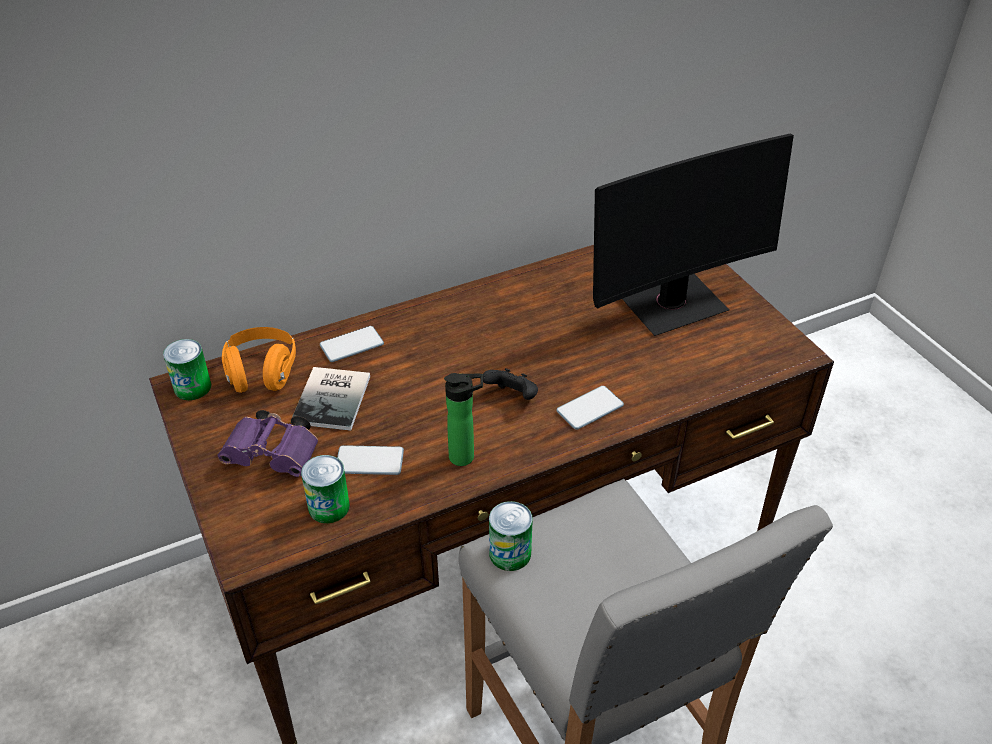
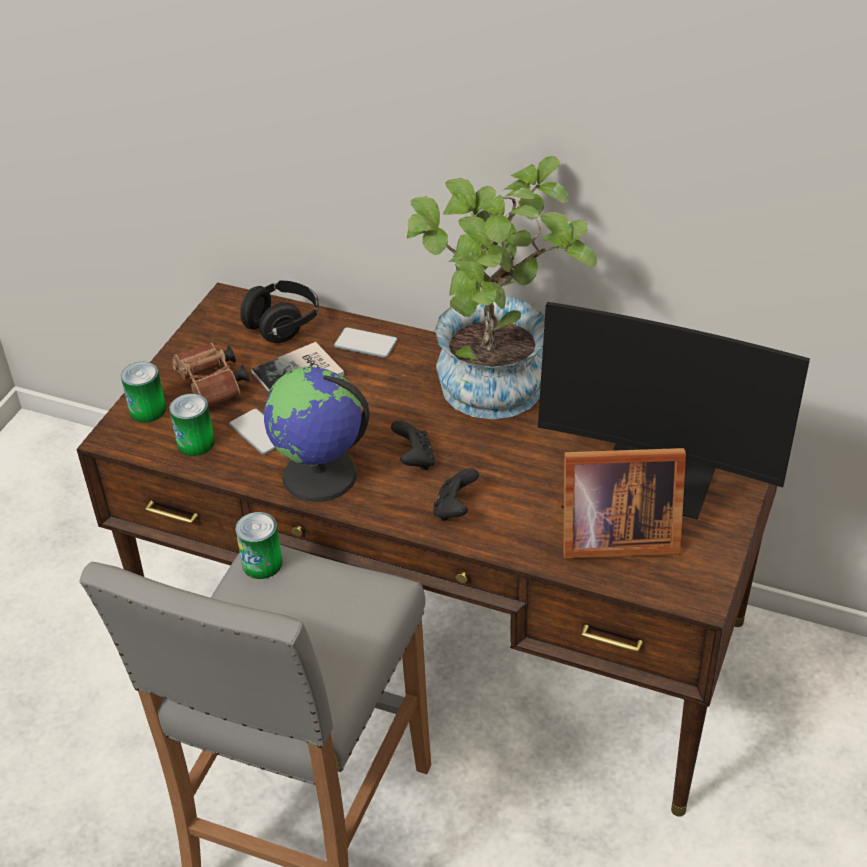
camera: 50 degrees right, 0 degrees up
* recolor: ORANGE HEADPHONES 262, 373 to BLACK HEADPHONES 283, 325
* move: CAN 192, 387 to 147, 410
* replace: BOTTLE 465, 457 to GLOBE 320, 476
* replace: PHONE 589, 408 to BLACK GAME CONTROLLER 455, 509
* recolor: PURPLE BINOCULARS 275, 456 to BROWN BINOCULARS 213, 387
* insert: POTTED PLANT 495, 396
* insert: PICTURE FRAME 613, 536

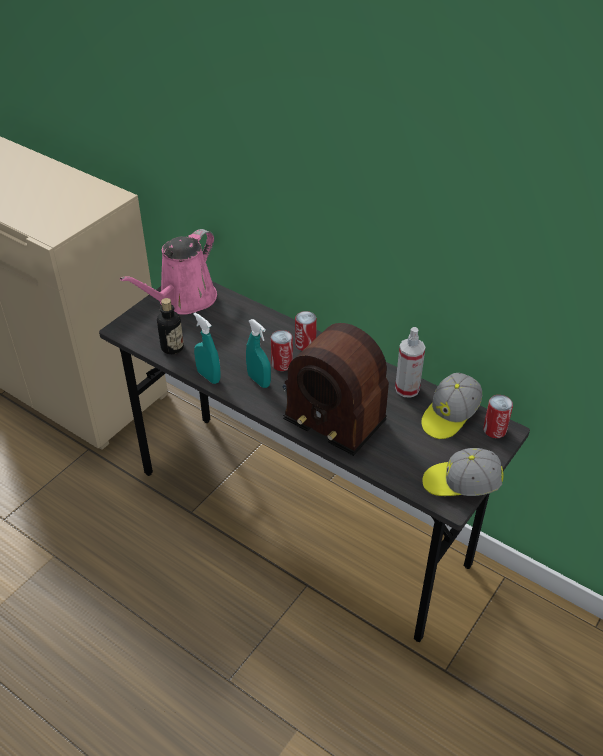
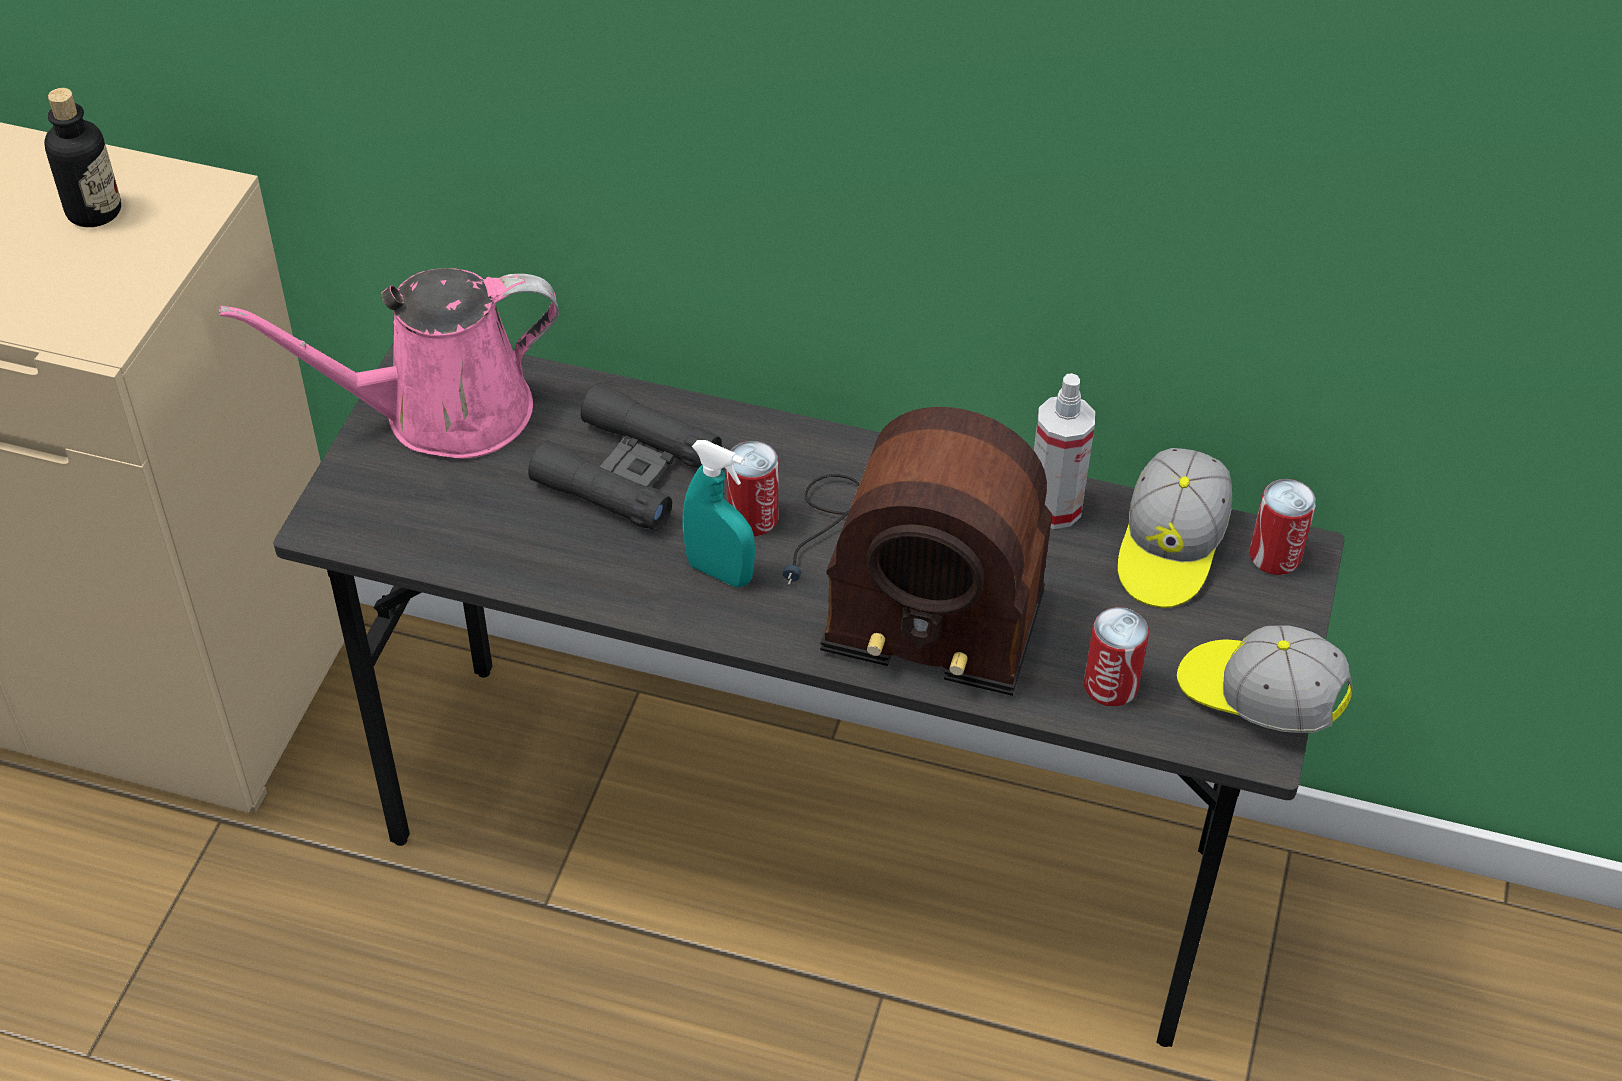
camera: 20 degrees left, 5 degrees up
* rotate: PINK WATERING CAN 183, 300 = 442, 413 60 degrees clockwise
* move: BOTTLE 172, 347 to 94, 211
* move: CAN 305, 345 to 1110, 686
* delete: TURQUOISE SPRAY BOTTLE 208, 376
* rotate: CAP 461, 484 = 1258, 698 45 degrees clockwise
* insert: BLACK BINOCULARS 627, 471

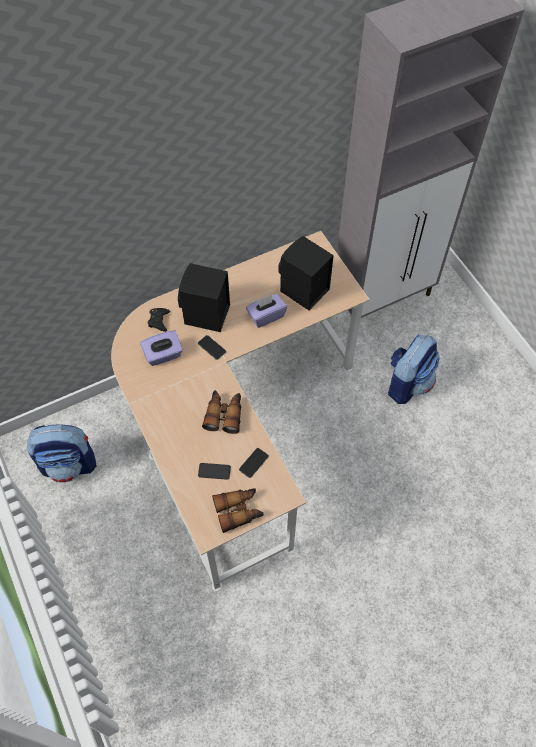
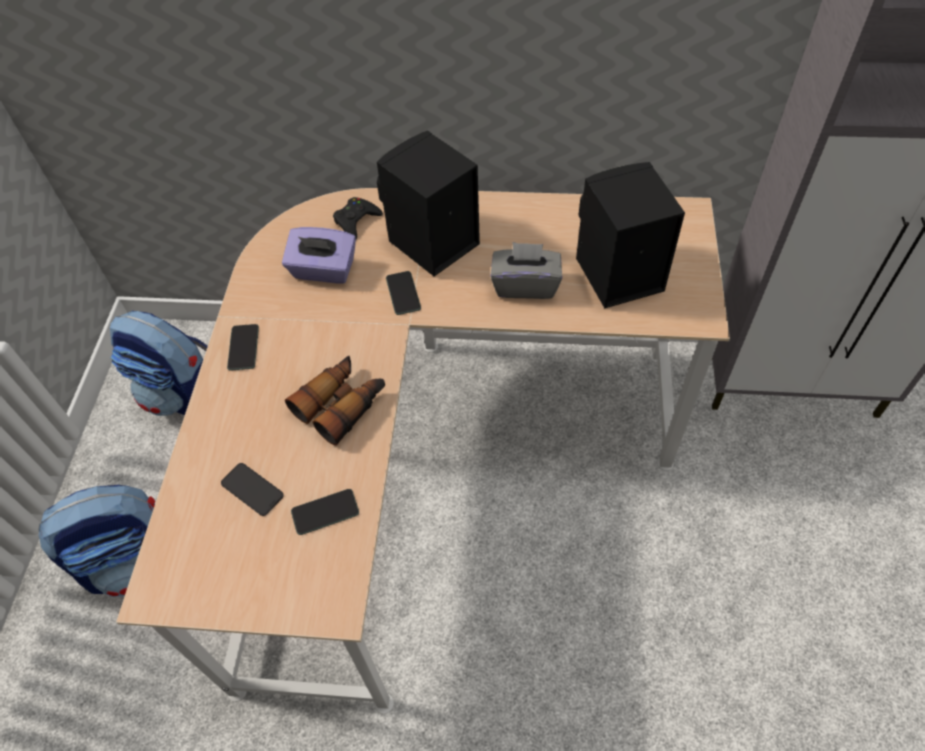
camera: 35 degrees right, 5 degrees down
* recolor: PURPLE TISSUE BOX 266, 316 to GREY TISSUE BOX 525, 285
* move: BACKPACK 407, 383 to 137, 562
* delete: BINOCULARS 238, 511
* insert: PHONE 243, 347

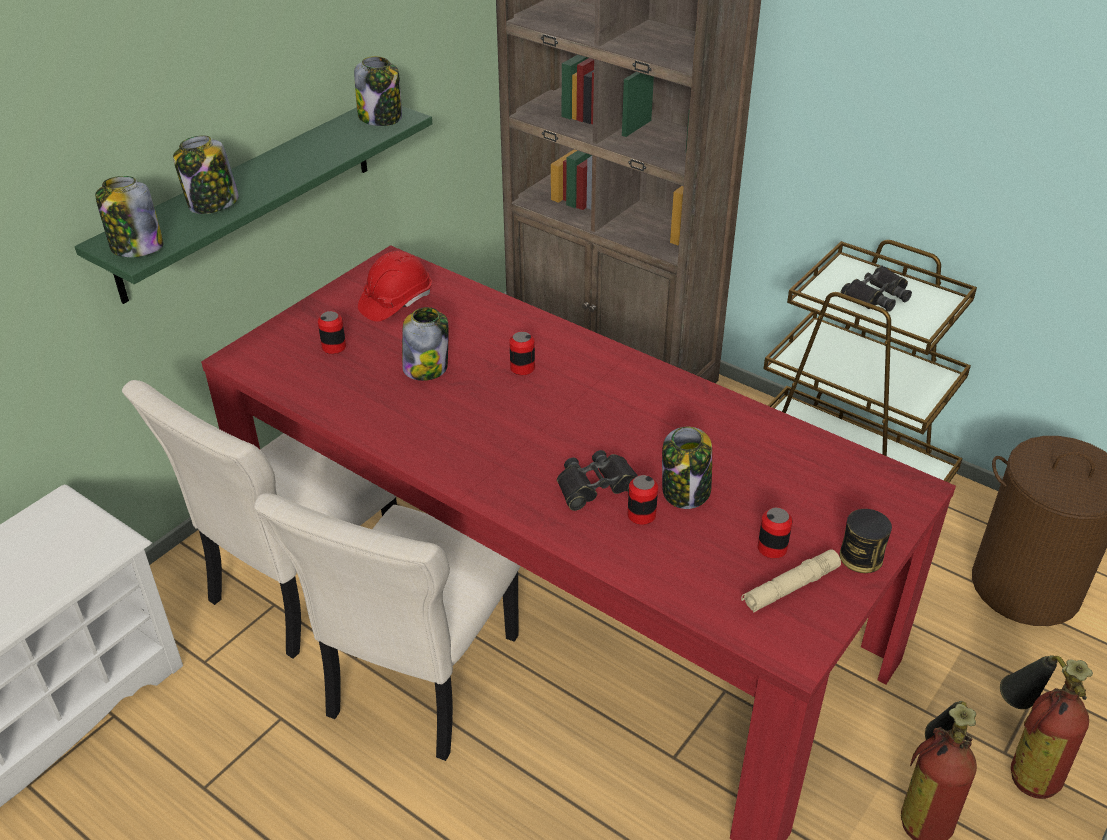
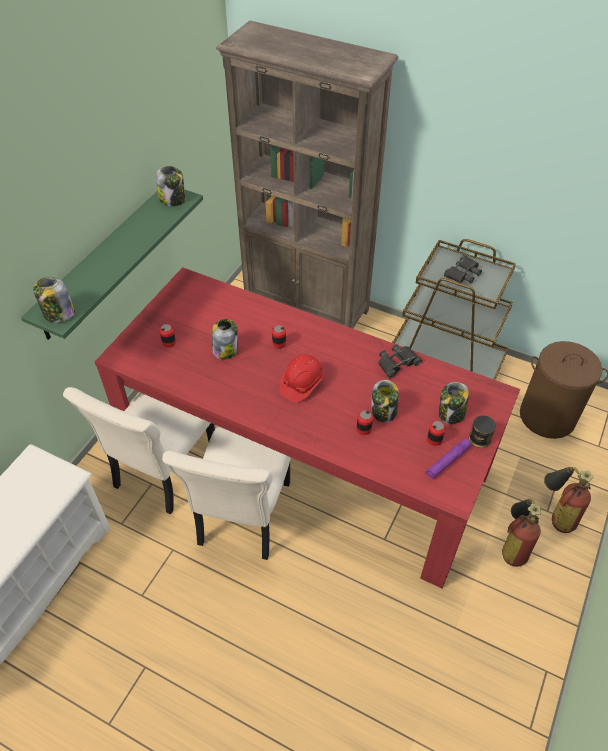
camera: 10 degrees left, 10 degrees up
* move: JAR 212, 204 to 451, 414
* move: RED HARD HAT 396, 302 to 301, 384
* move: BLACK BINOCULARS 597, 486 to 397, 363
* recolor: BEIGE FLASHLIGHT 790, 587 to PURPLE FLASHLIGHT 447, 461

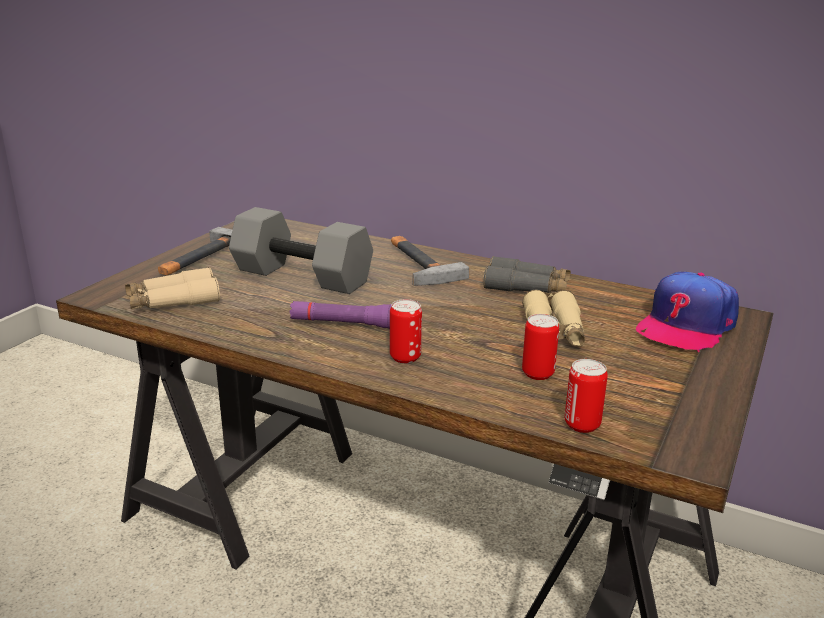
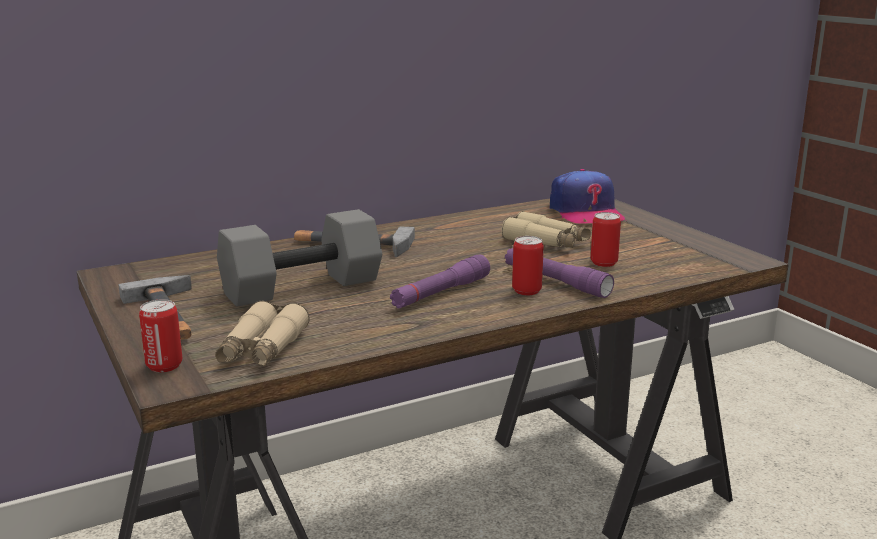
camera: 55 degrees left, 5 degrees down
* delete: GREY BINOCULARS 526, 287
* move: CAN 582, 424 to 164, 366
* insert: PURPLE FLASHLIGHT 555, 281

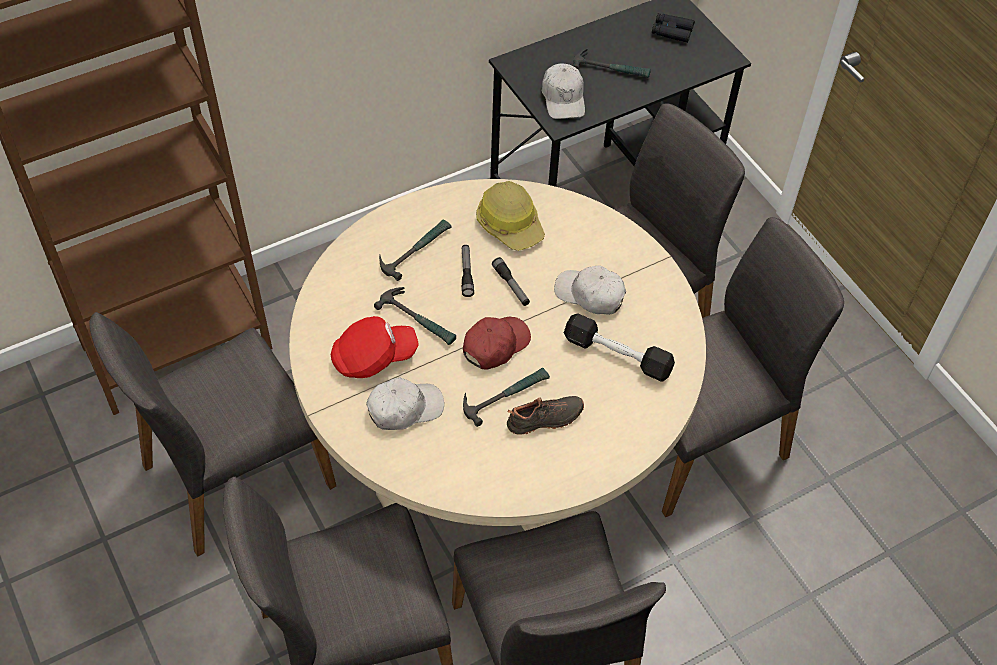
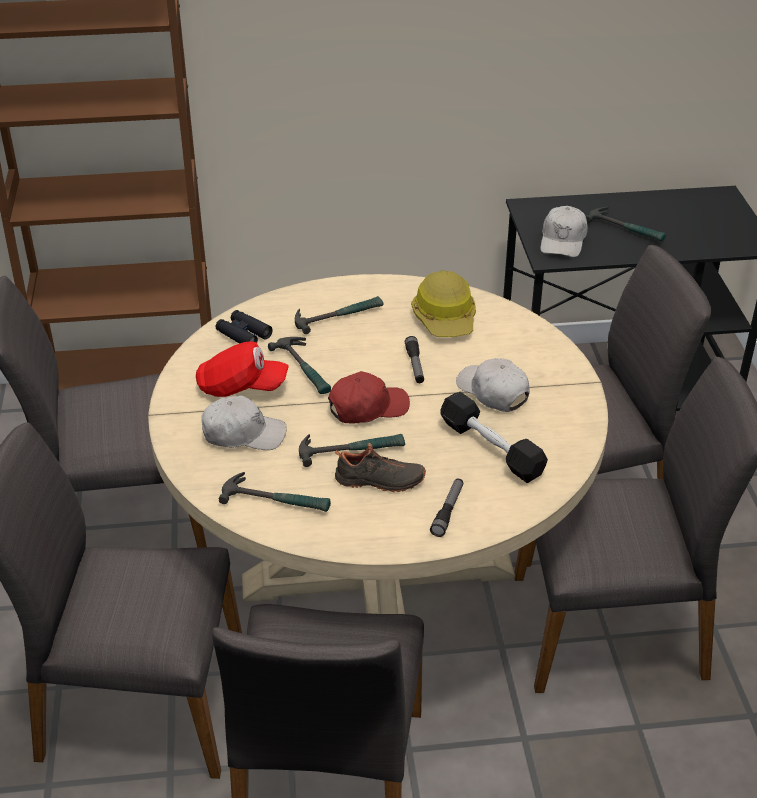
camera: 25 degrees right, 15 degrees down
* move: BLACK BINOCULARS 672, 31 to 243, 334
* move: FLASHLIGHT 466, 273 to 448, 511
* insert: HAMMER 277, 500

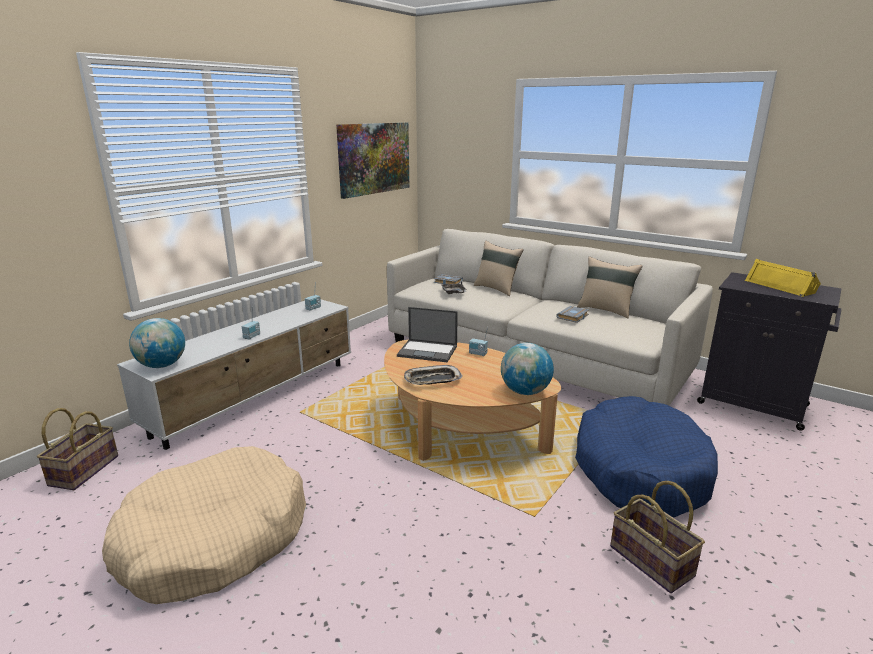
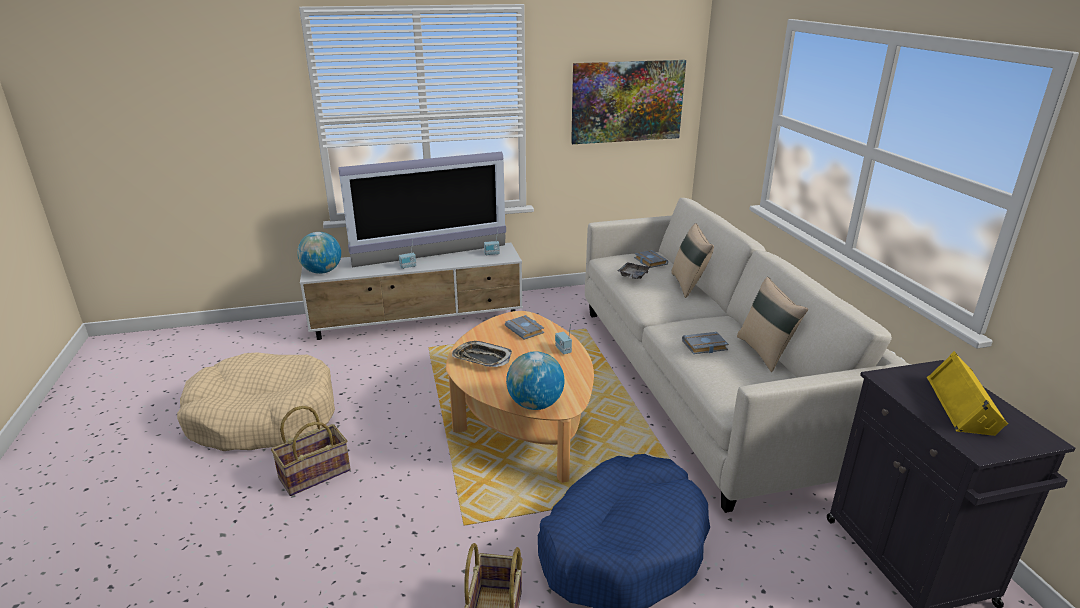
camera: 40 degrees right, 5 degrees up
* replace: LAPTOP 428, 351 to GREY BOOK 526, 330
* move: BASKET 83, 470 to 314, 473
* insert: TELEVISION 431, 256

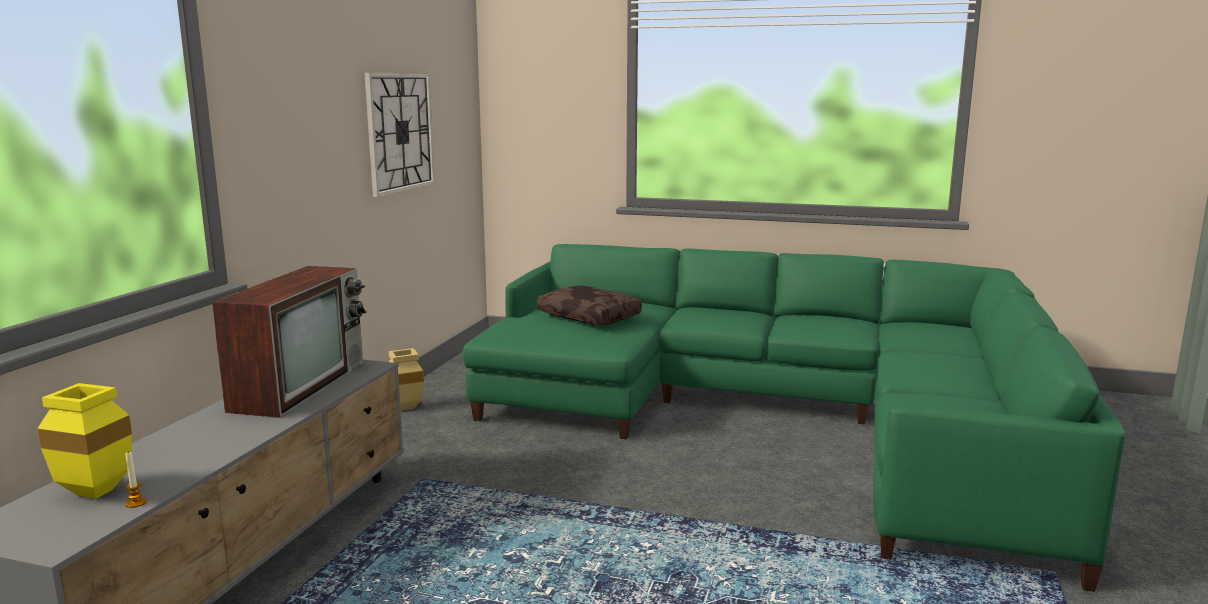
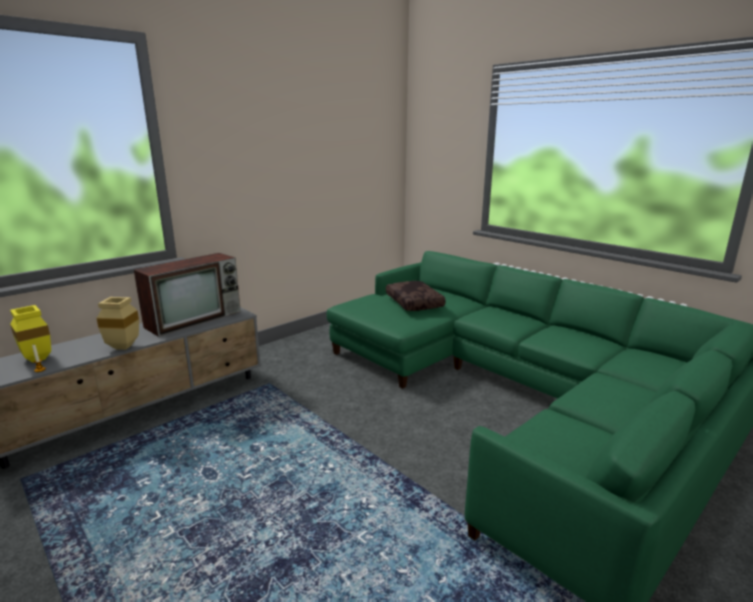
camera: 30 degrees right, 5 degrees up
* delete: WALL CLOCK 400, 132
* move: BEIGE VASE 405, 408 to 121, 347

